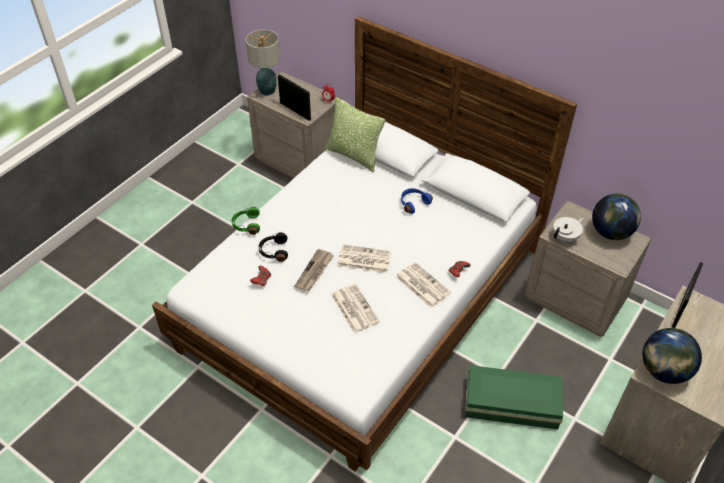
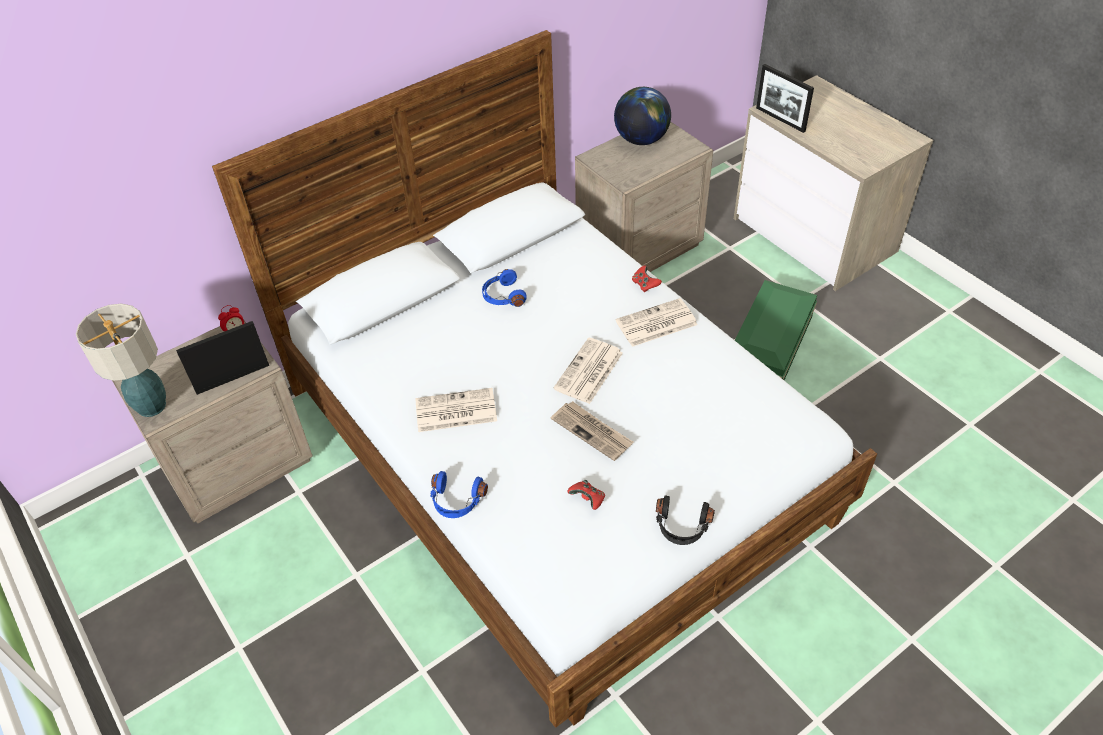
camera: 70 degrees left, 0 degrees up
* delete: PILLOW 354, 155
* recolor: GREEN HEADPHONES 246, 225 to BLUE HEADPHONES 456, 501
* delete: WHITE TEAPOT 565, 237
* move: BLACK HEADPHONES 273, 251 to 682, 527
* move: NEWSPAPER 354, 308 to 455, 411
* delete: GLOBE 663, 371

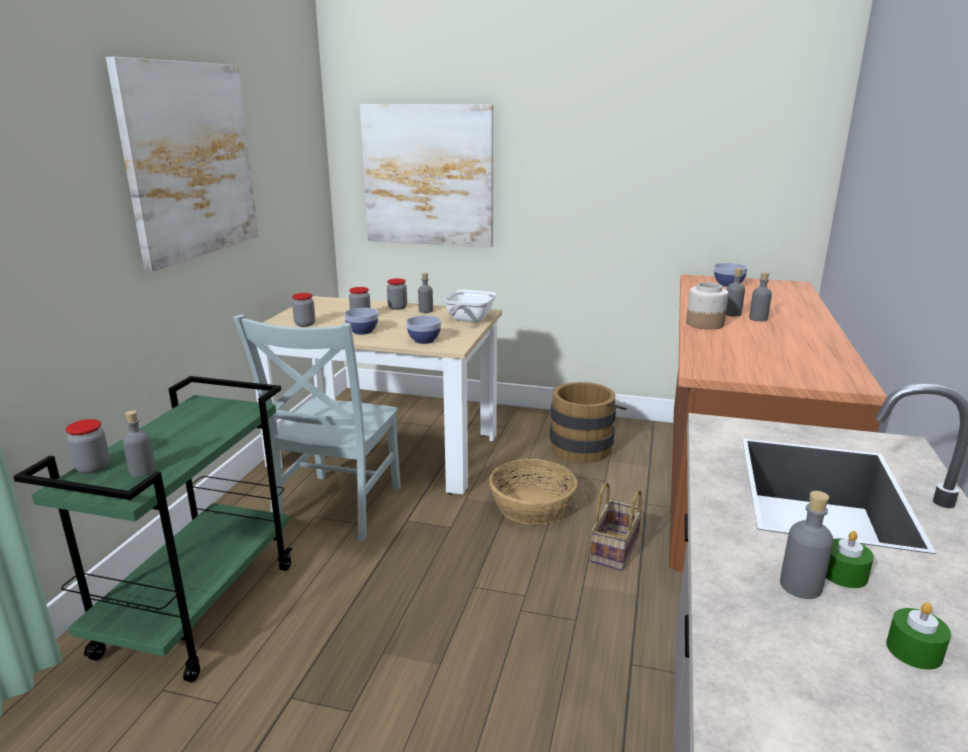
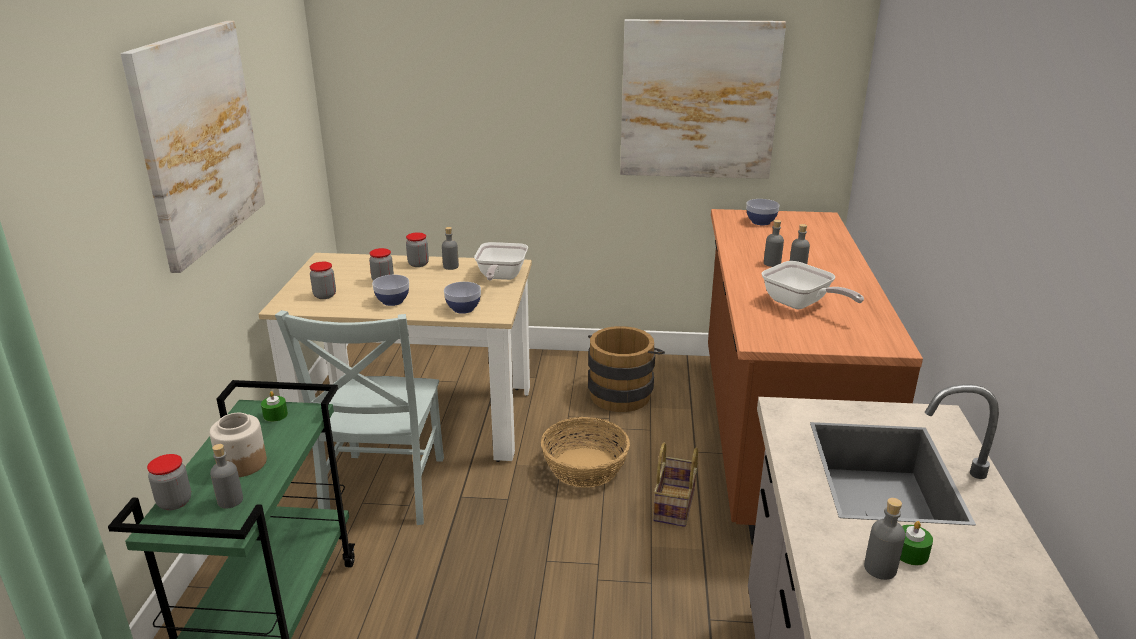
camera: 10 degrees left, 5 degrees up
* move: PICTURE 428, 176 to 698, 100
* move: JAR 704, 324 to 241, 464
* move: GREEN CANDLE 914, 651 to 275, 415
* insert: FRYING PAN 801, 304

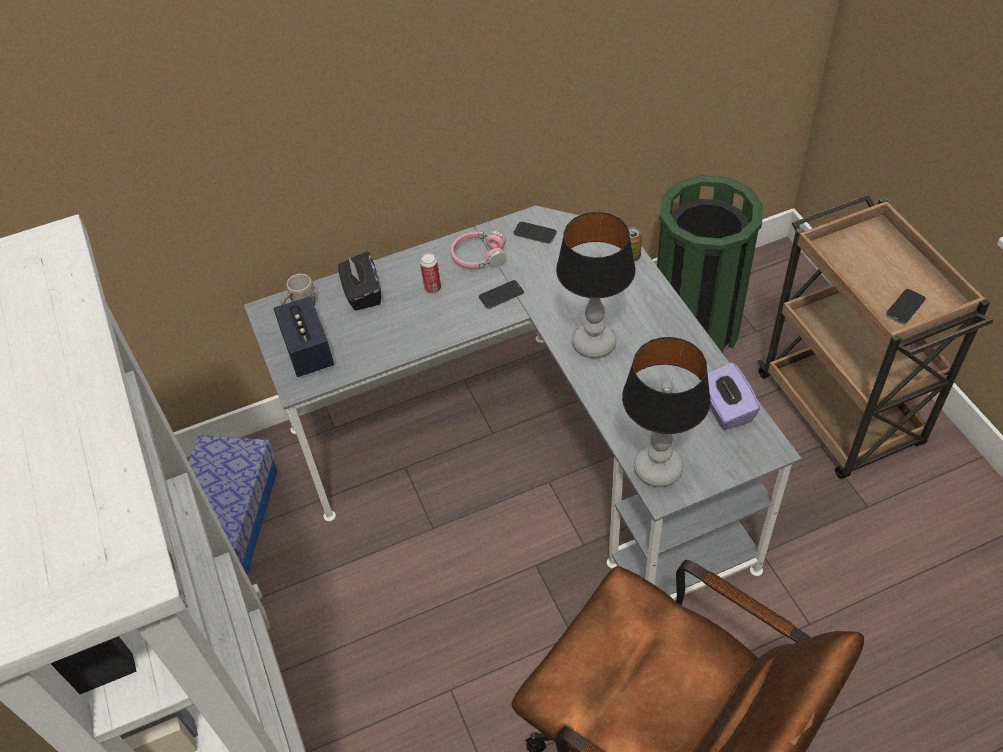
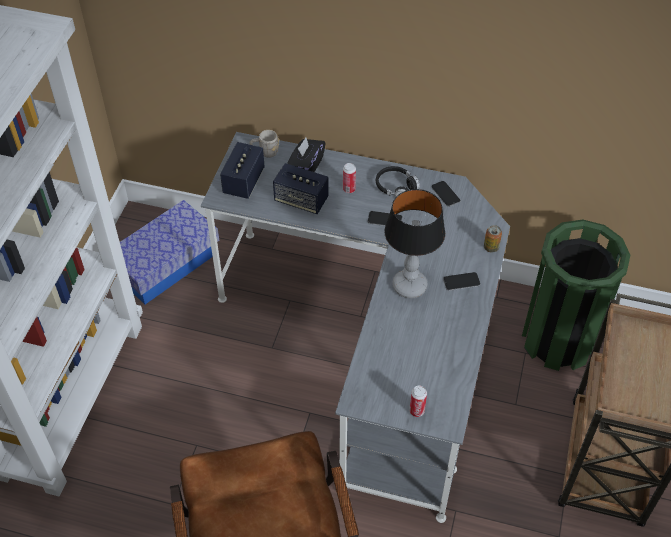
camera: 35 degrees right, 0 degrees up
* recolor: PINK HEADPHONES 478, 256 to BLACK HEADPHONES 396, 187
* move: PHONE 905, 307 to 461, 282
* delete: TABLE LAMP 657, 469
* delete: PURPLE TISSUE BOX 725, 409
* insert: SPEAKER 301, 200
* insert: CAN 416, 411

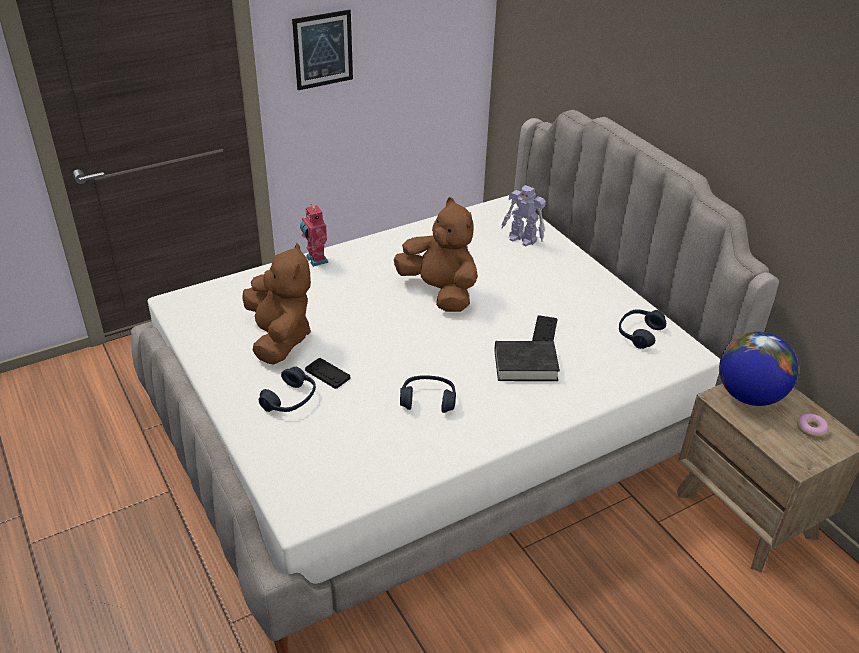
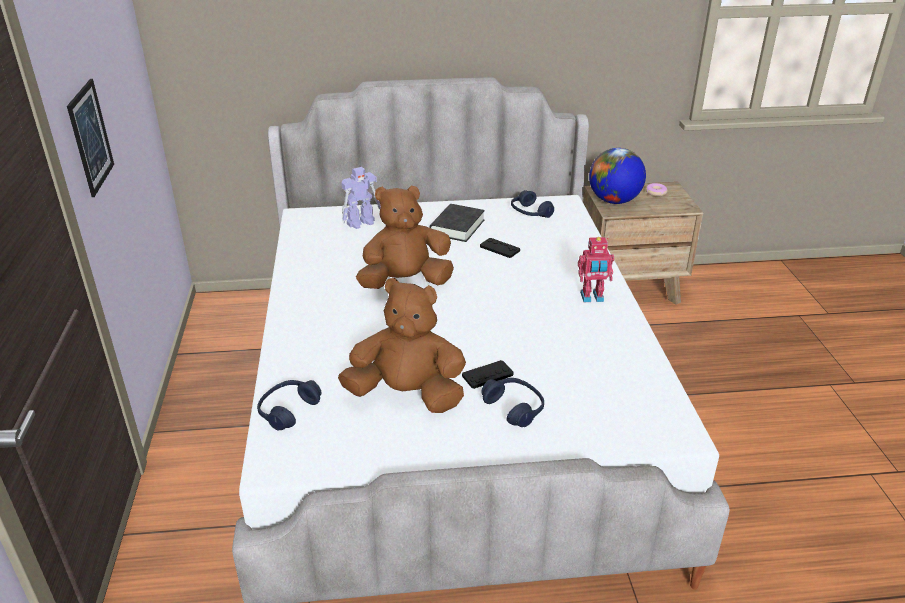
camera: 65 degrees left, 5 degrees down
* move: TOY ROBOT 315, 260 to 592, 298
* move: BLACK BOOK 525, 365 to 457, 227
* move: BLUE HEADPHONES 428, 400 to 288, 410

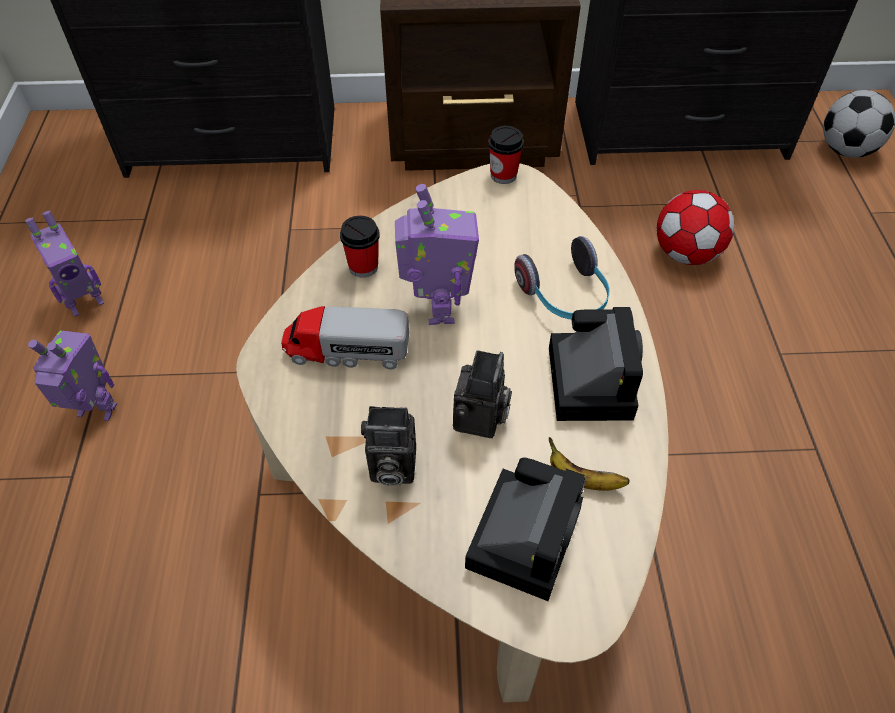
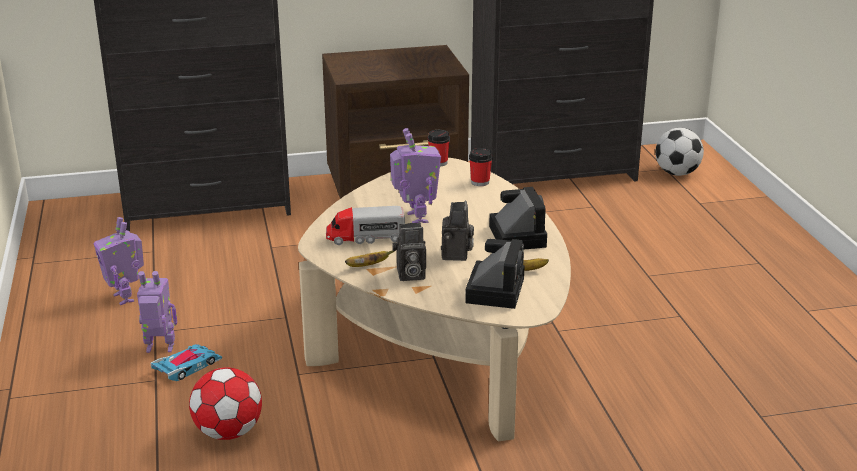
camera: 10 degrees left, 25 degrees down
* move: FOOTBALL 685, 254 to 228, 432
* rotate: TOY ROBOT 85, 303 = 125, 297 105 degrees clockwise
* move: CUP 363, 267 to 480, 182
* delete: HEADPHONES 565, 296
* insert: BANANA 368, 266
* insert: TOY CAR 187, 366

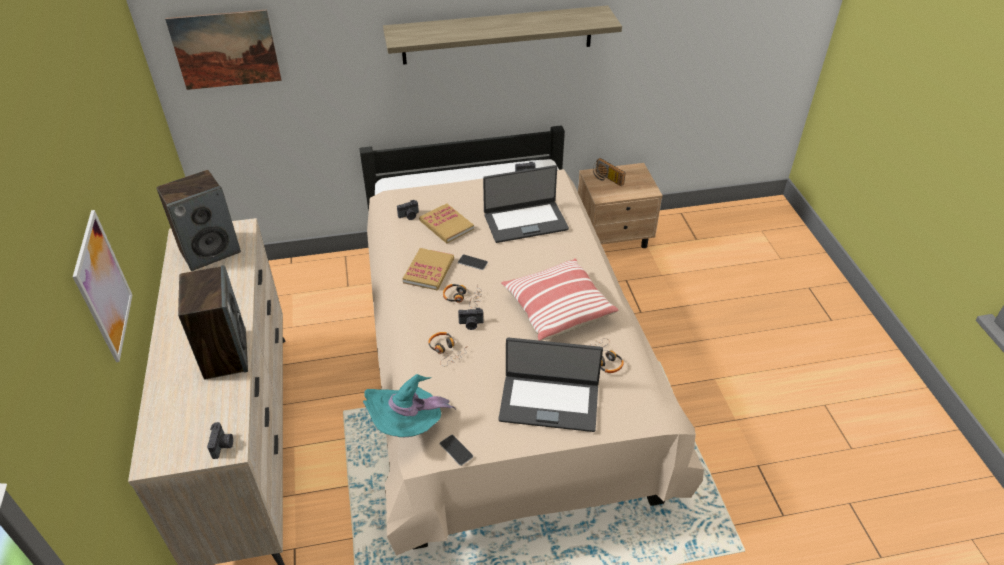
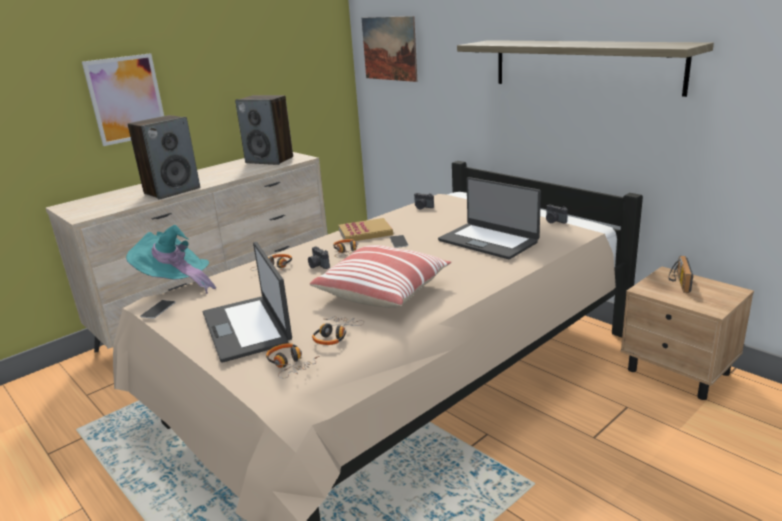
camera: 60 degrees right, 20 degrees down
* delete: BOOK 446, 225
* delete: PHOTO CAMERA 223, 445
* insert: HEADPHONES 290, 365

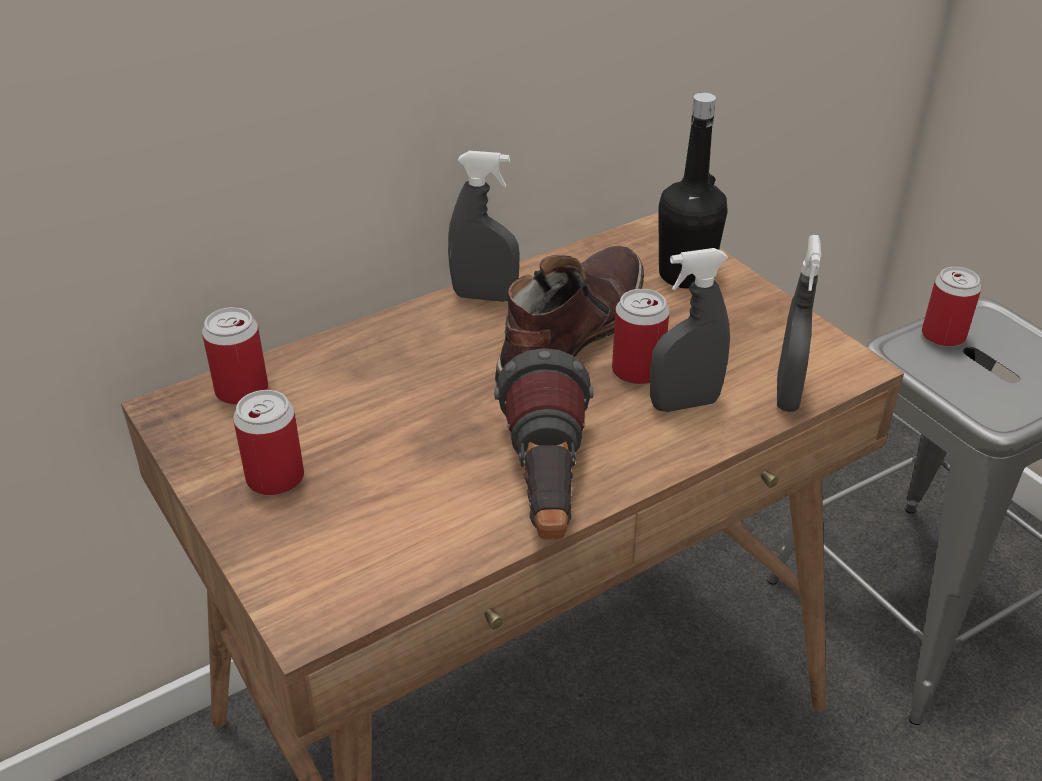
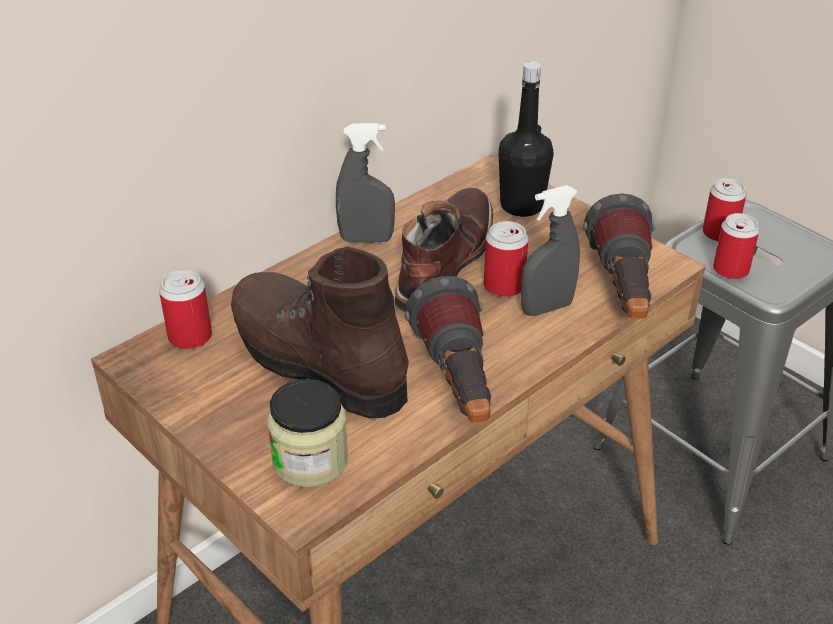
camera: 10 degrees left, 0 degrees up
* replace: GREY SPRAY BOTTLE 787, 394 to FLASHLIGHT 622, 292
* move: CAN 275, 478 to 730, 270
* insert: BROWN BOOT 316, 363
* insert: JAR 310, 460

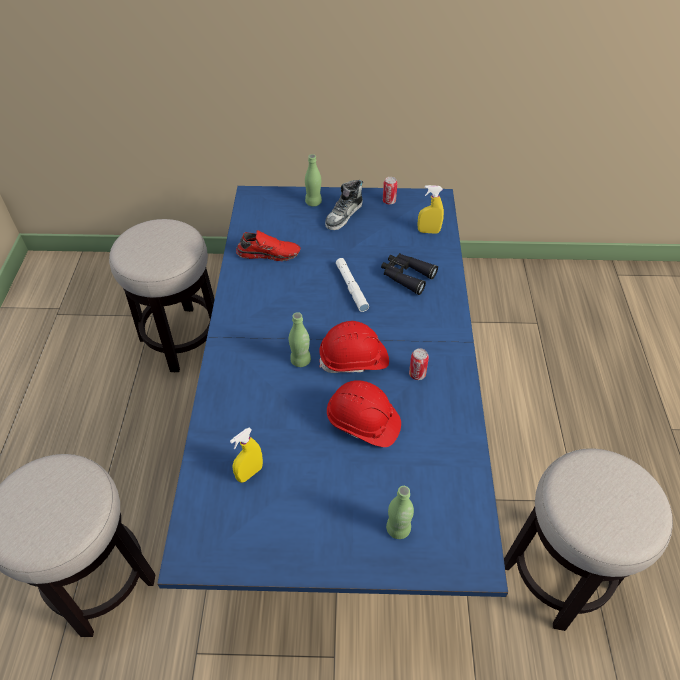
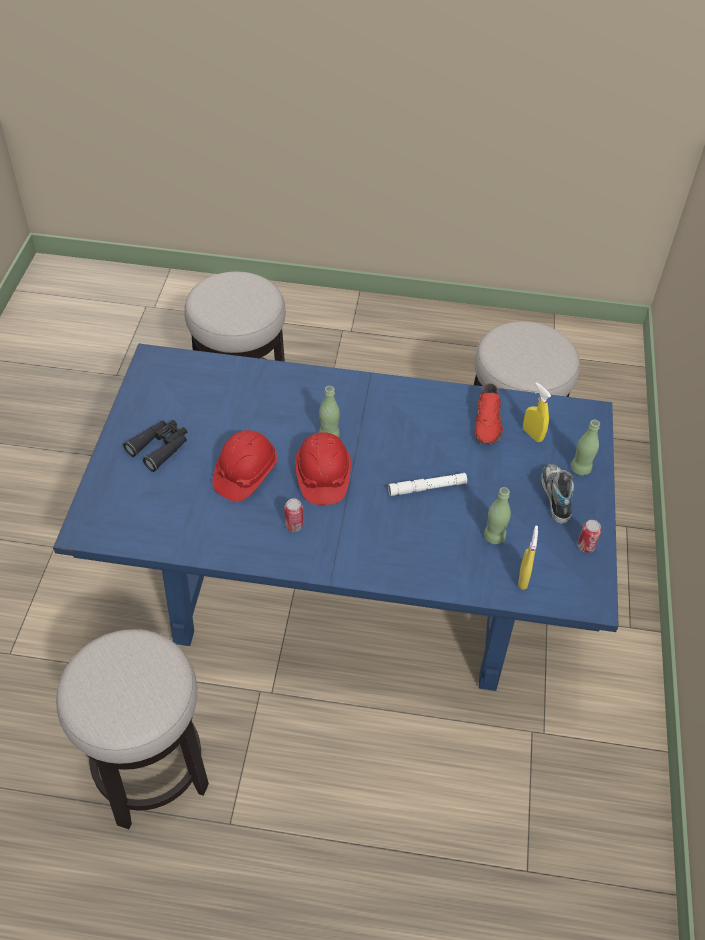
camera: 95 degrees right, 0 degrees up
* rotate: SHOE 344, 215 = 555, 496 45 degrees clockwise
* move: BLACK BINOCULARS 406, 276 to 160, 447
* move: YELLOW SPRAY BOTTLE 250, 473 to 532, 435
* move: GREEN BOTTLE 398, 528 to 494, 537

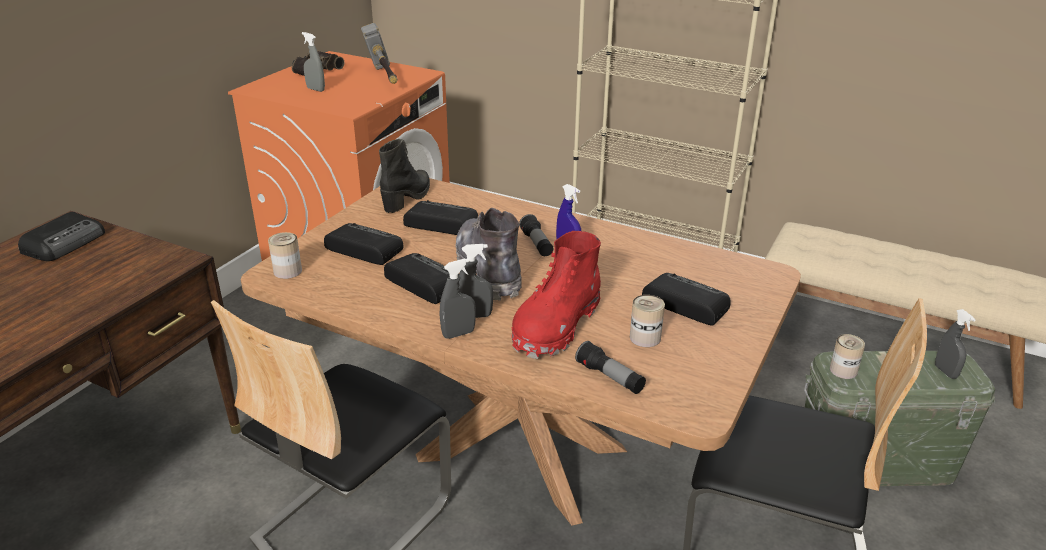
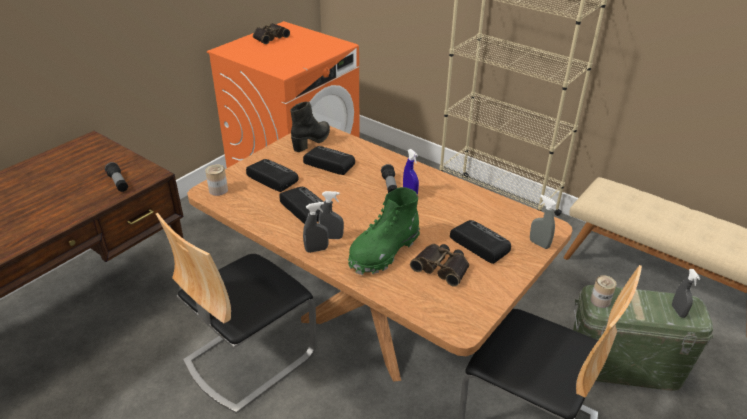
camera: 10 degrees right, 5 degrees up
* delete: HAMMER 384, 78
* move: GREY SPRAY BOTTLE 315, 89 to 539, 244
* delete: GREY BOOT 489, 271
* delete: RADIO 66, 242
* recolor: RED BOOT 556, 327 to GREEN BOOT 383, 252
* replace: CAN 645, 338 to BINOCULARS 442, 267
* move: FLASHLIGHT 610, 378 to 118, 183

